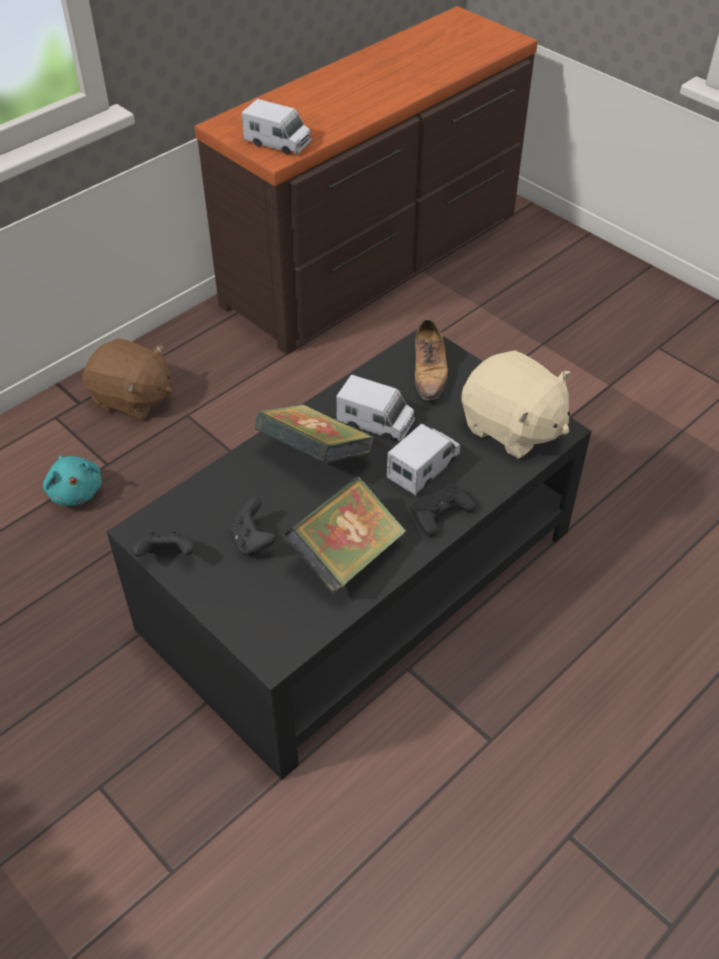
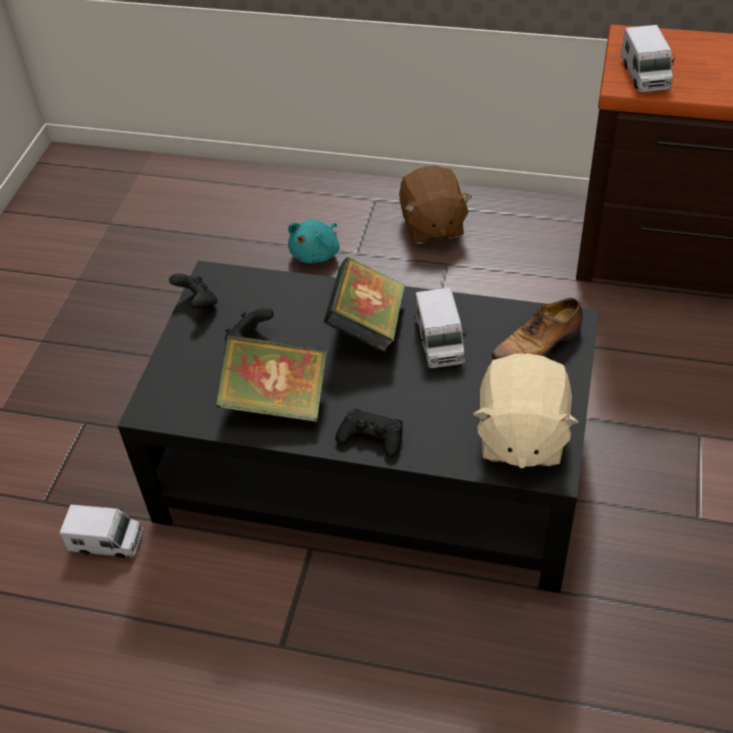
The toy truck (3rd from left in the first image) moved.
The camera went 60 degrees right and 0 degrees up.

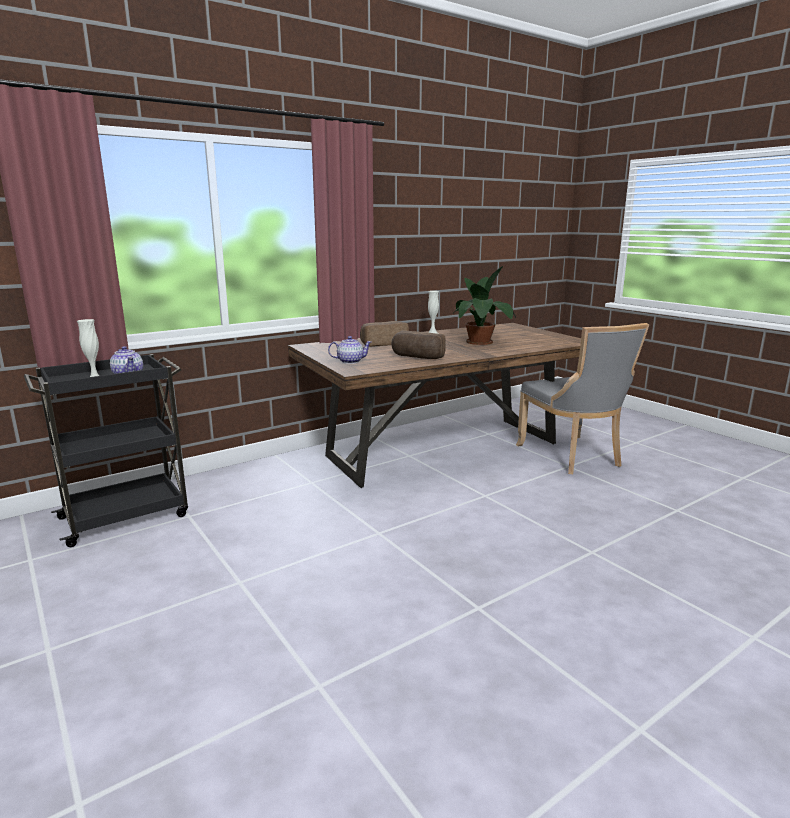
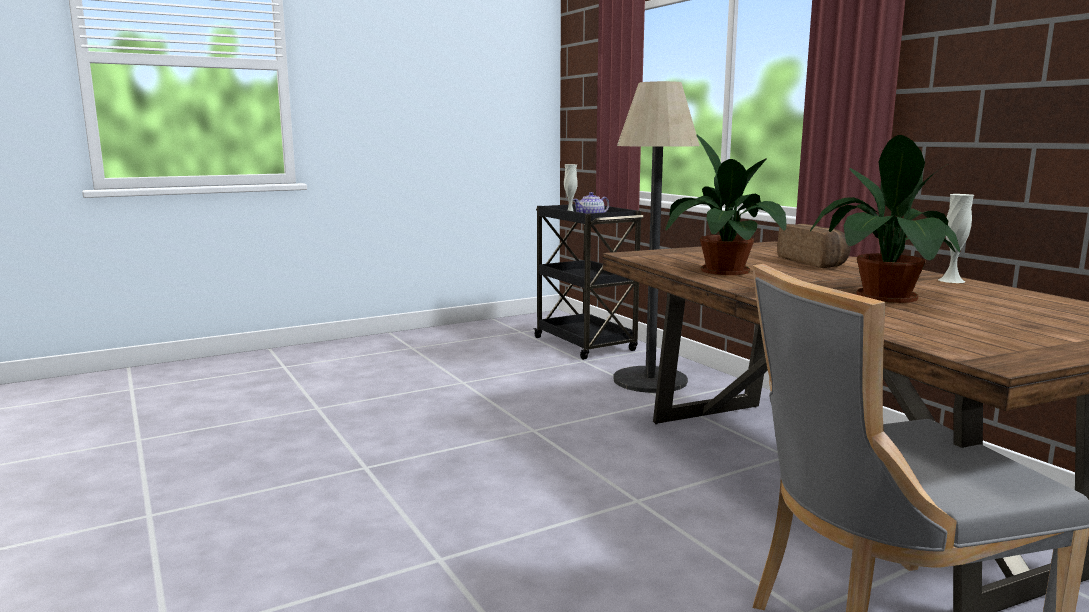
The teapot (2nd from left) disappeared.
The floor lamp appeared.
The bakery bread (2nd from left) was replaced by the potted plant (1st from left).
The camera went 95 degrees right and 5 degrees down.

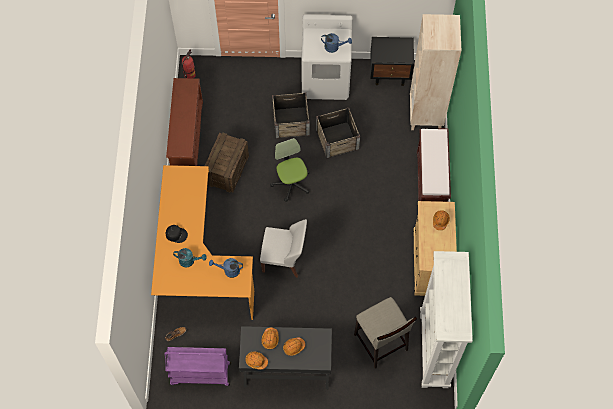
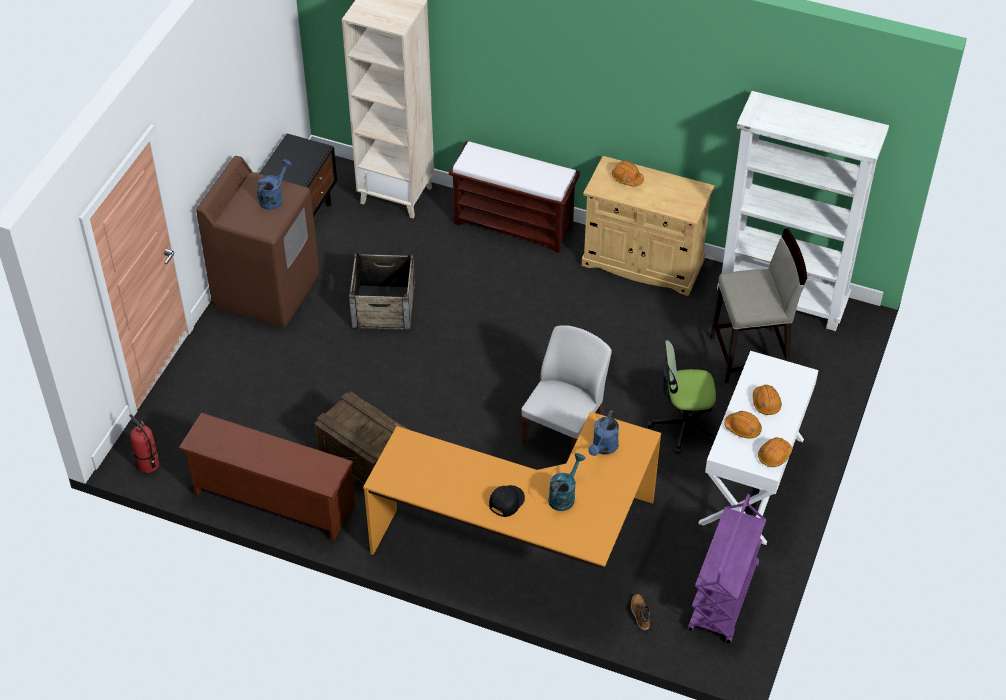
The shipping crate (2nd from left) disappeared.
The computer chair moved.
The black desk unit became the white-coloured desk unit.
The white-coloured laundry appliance became the brown-coloured laundry appliance.
The camera went 70 degrees left and 15 degrees down.

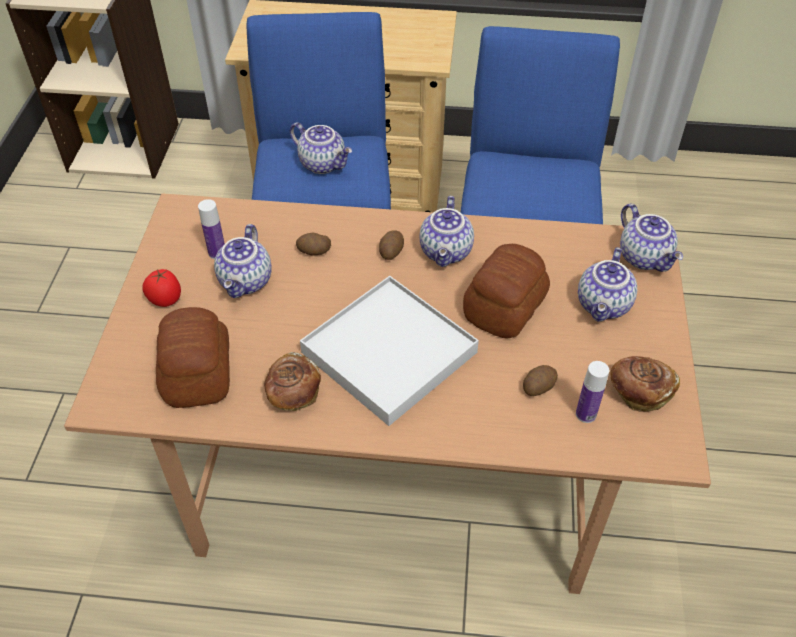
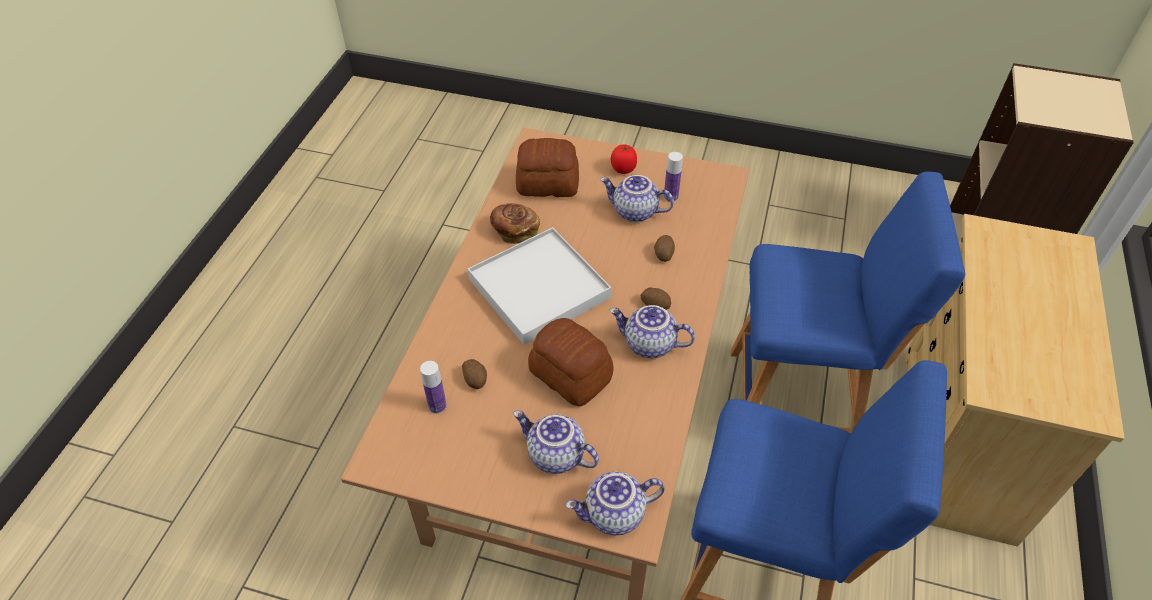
The teapot (2nd from left) disappeared.
The bakery bread (4th from left) disappeared.
The camera went 100 degrees right and 0 degrees up.

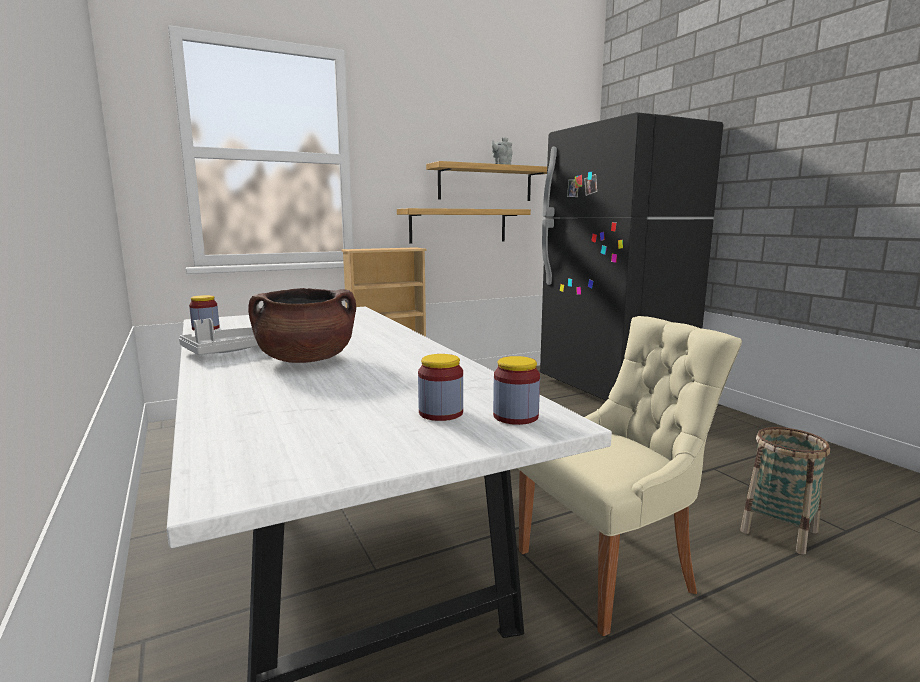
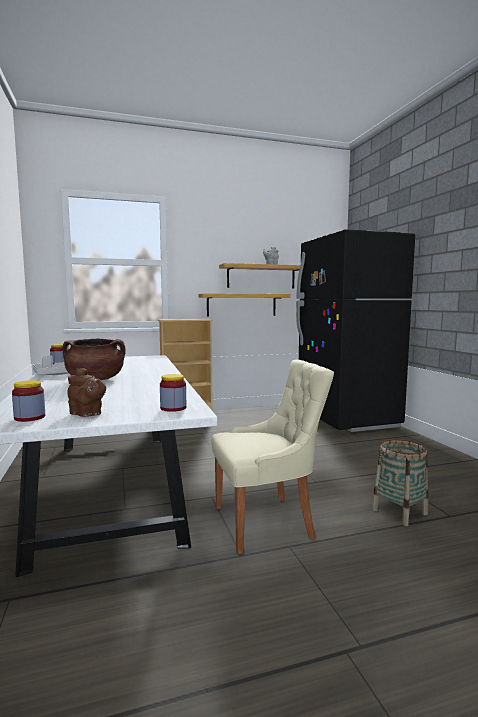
The brown-coloured teapot appeared.
The preserve jar (2nd from left in the first image) moved.
The camera went 10 degrees right and 5 degrees down.

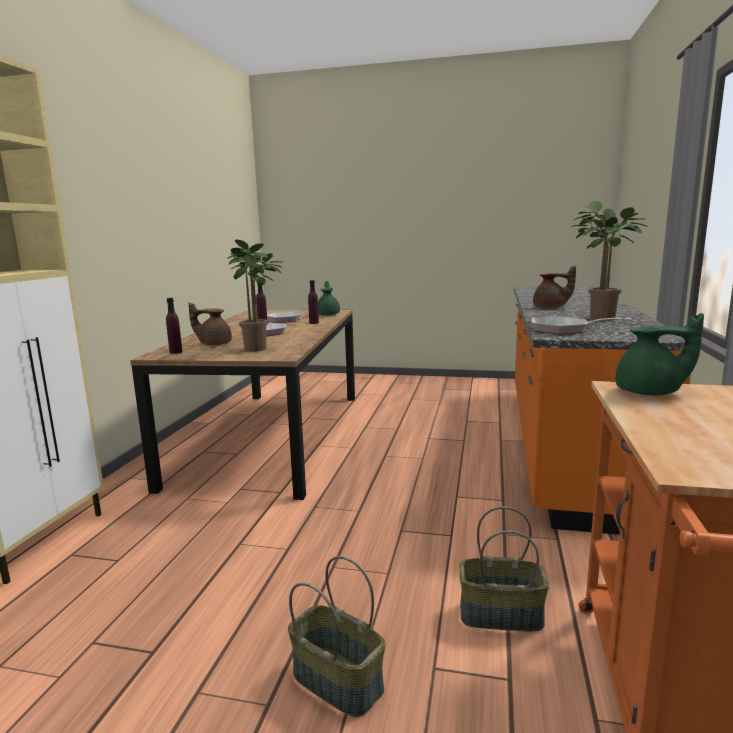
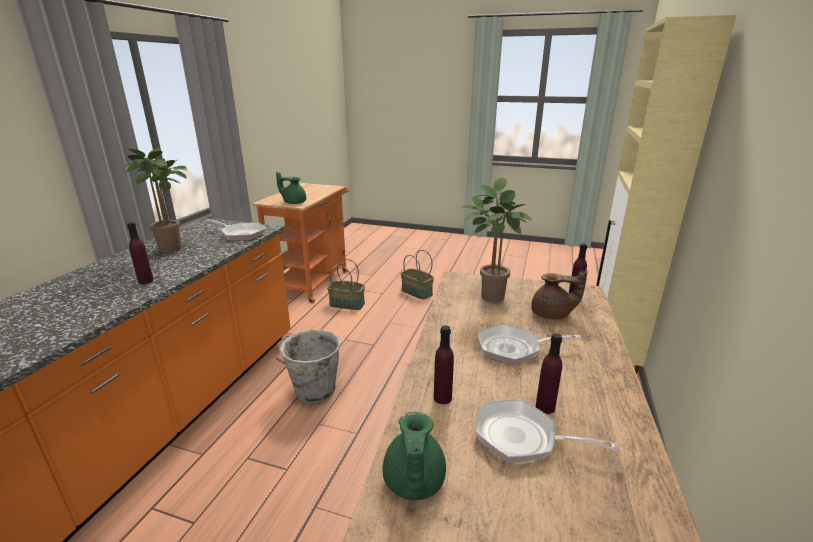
The grey pail appeared.
The brown-coloured teapot (2nd from left) was replaced by the purple bottle (1st from left).
The camera went 175 degrees left and 10 degrees up.

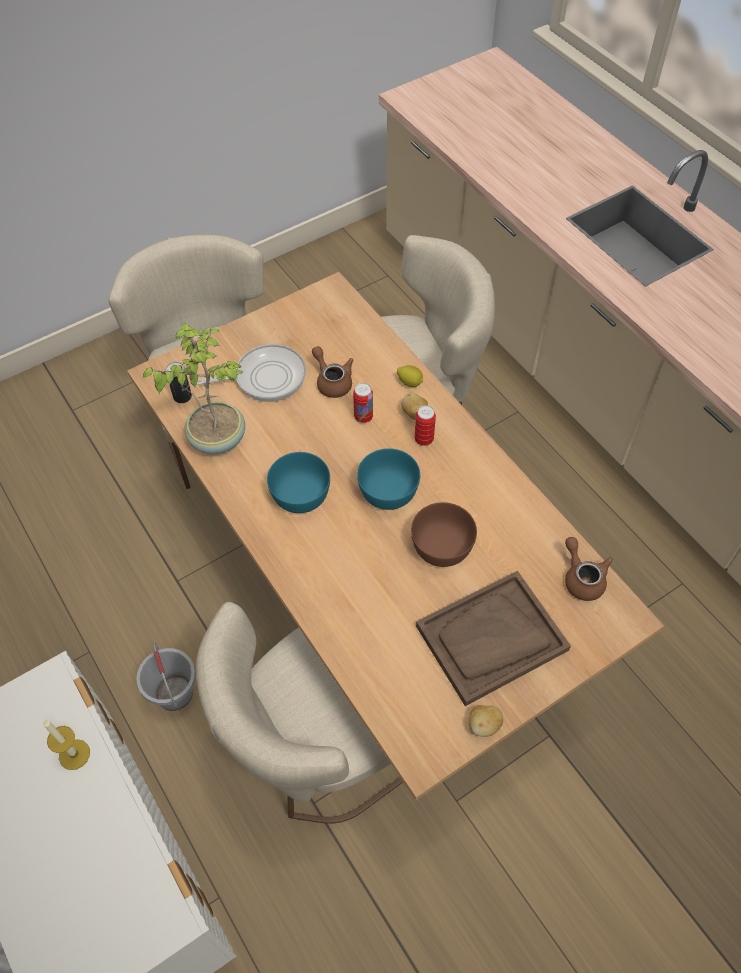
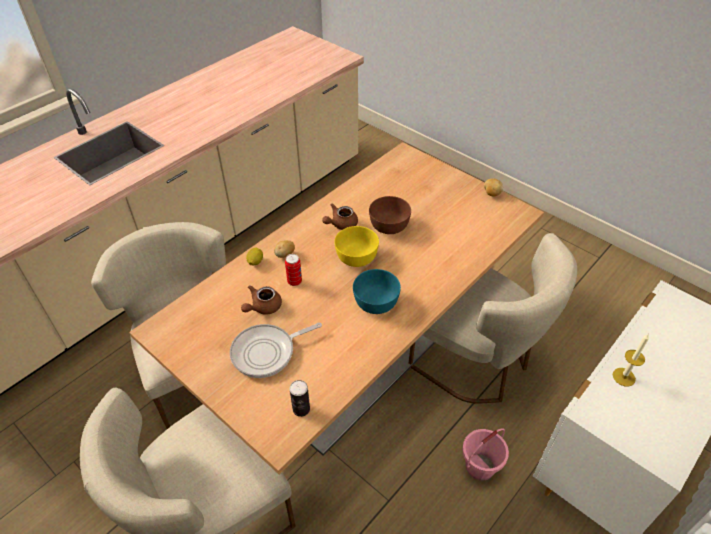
The potted plant disappeared.
The metal can (3rd from left) disappeared.
The brown-coloured carrying tray disappeared.
The brown-coloured teapot (2nd from left) moved.
The grey pail became the pink pail.
The turquoise-coloured bowl (2nd from left) became the yellow bowl.
The pan turned 90 degrees counterclockwise.
The camera went 105 degrees left and 10 degrees down.

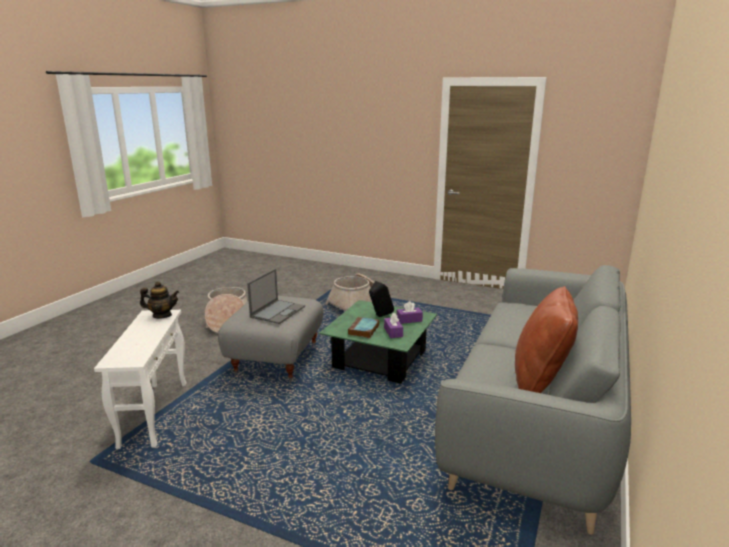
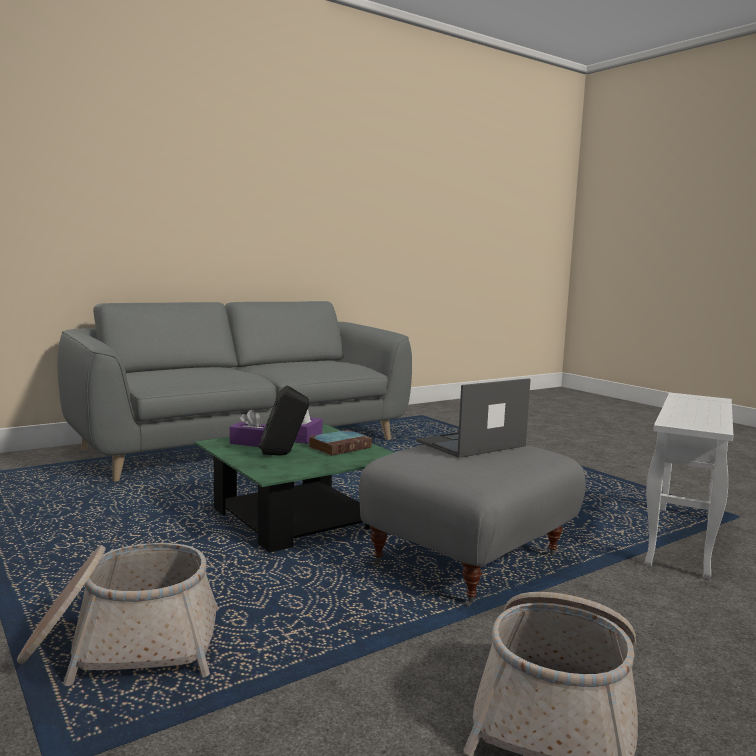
The teapot disappeared.
The brown-coloured cushion disappeared.
The camera went 150 degrees left and 10 degrees down.

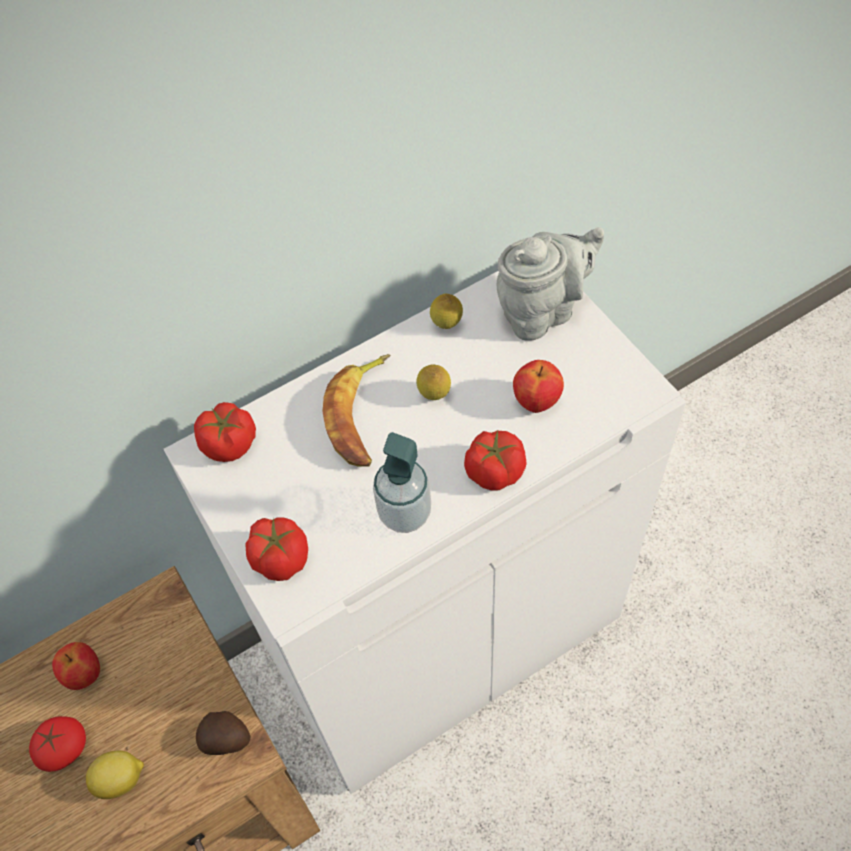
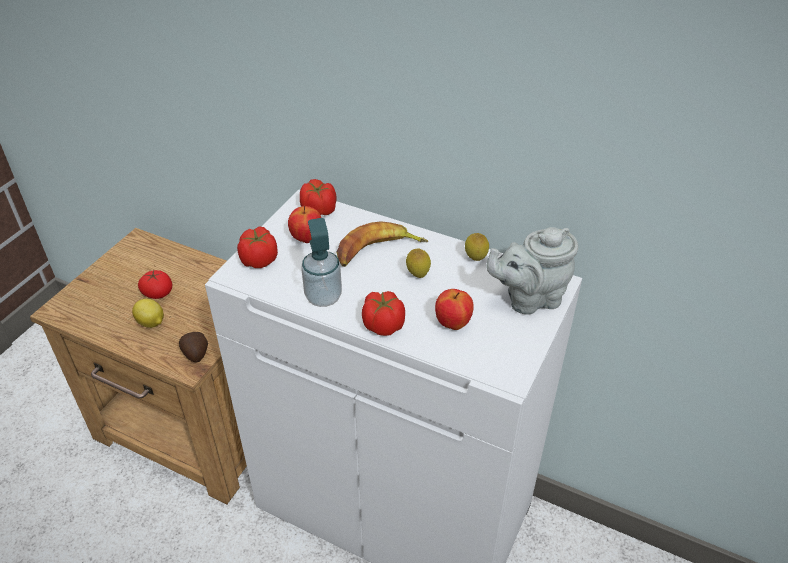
The whole apple (1st from left) moved.
The grey teapot turned 135 degrees clockwise.
The camera went 55 degrees right and 15 degrees down.

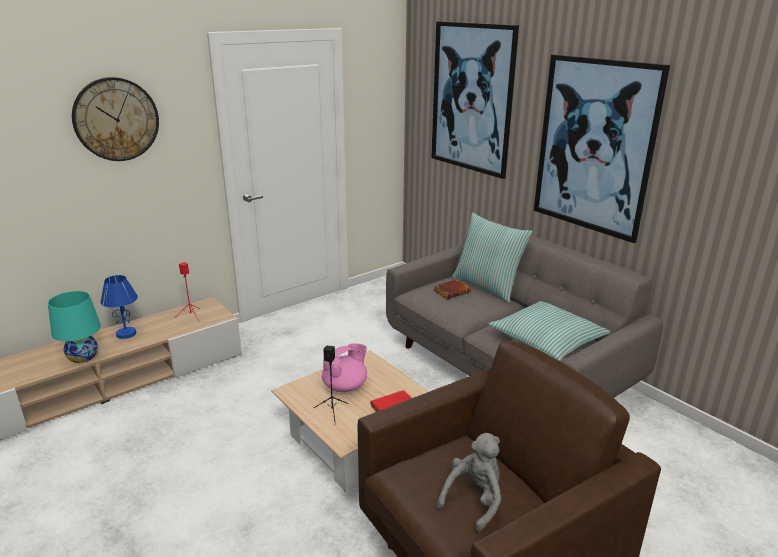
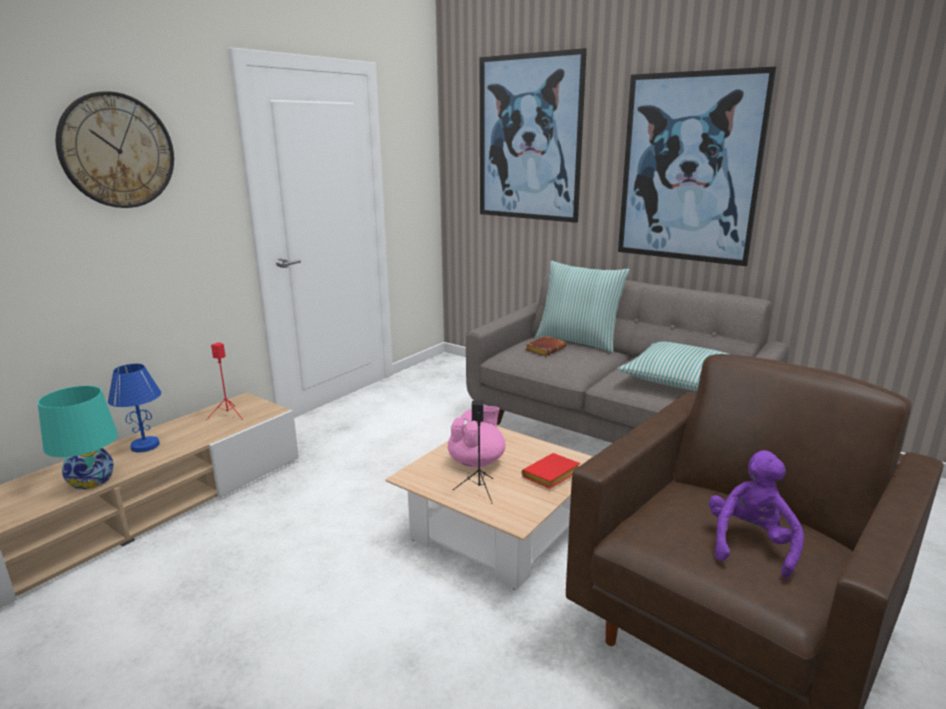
The grey cuddly toy became the purple cuddly toy.
The camera went 15 degrees left and 5 degrees down.

